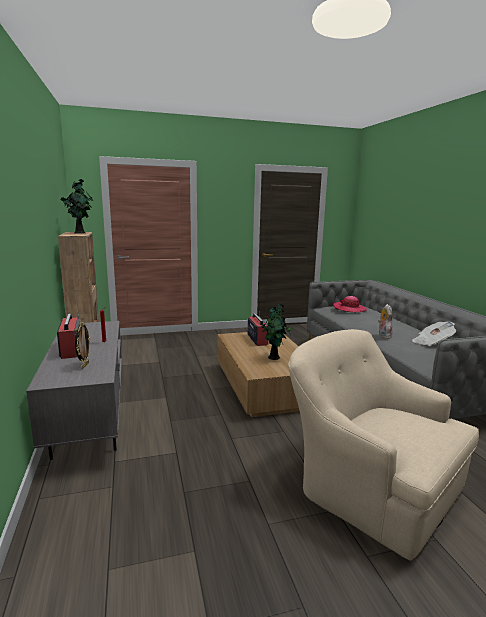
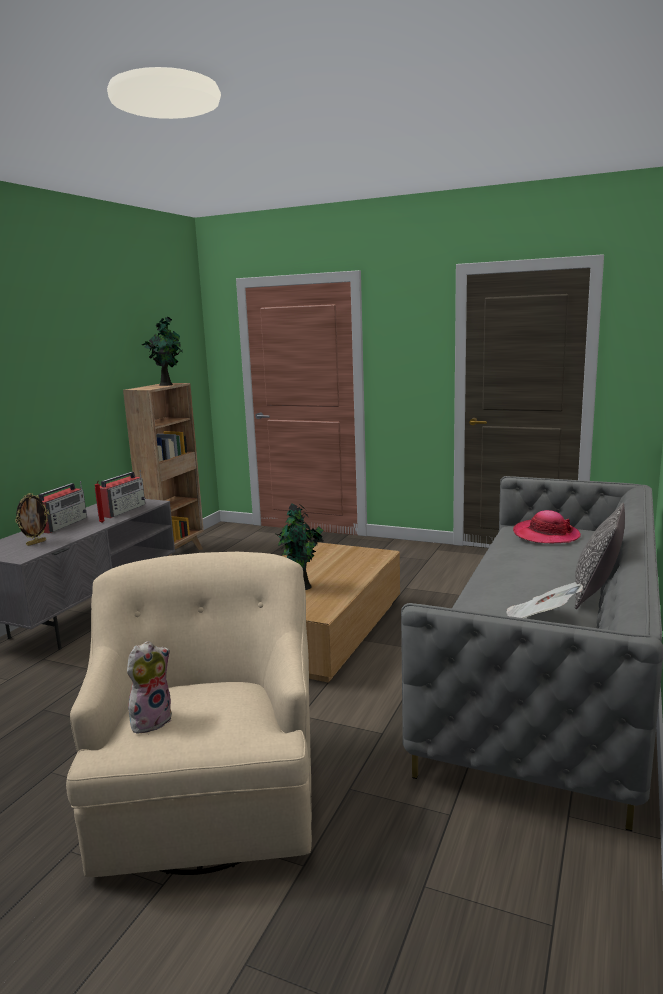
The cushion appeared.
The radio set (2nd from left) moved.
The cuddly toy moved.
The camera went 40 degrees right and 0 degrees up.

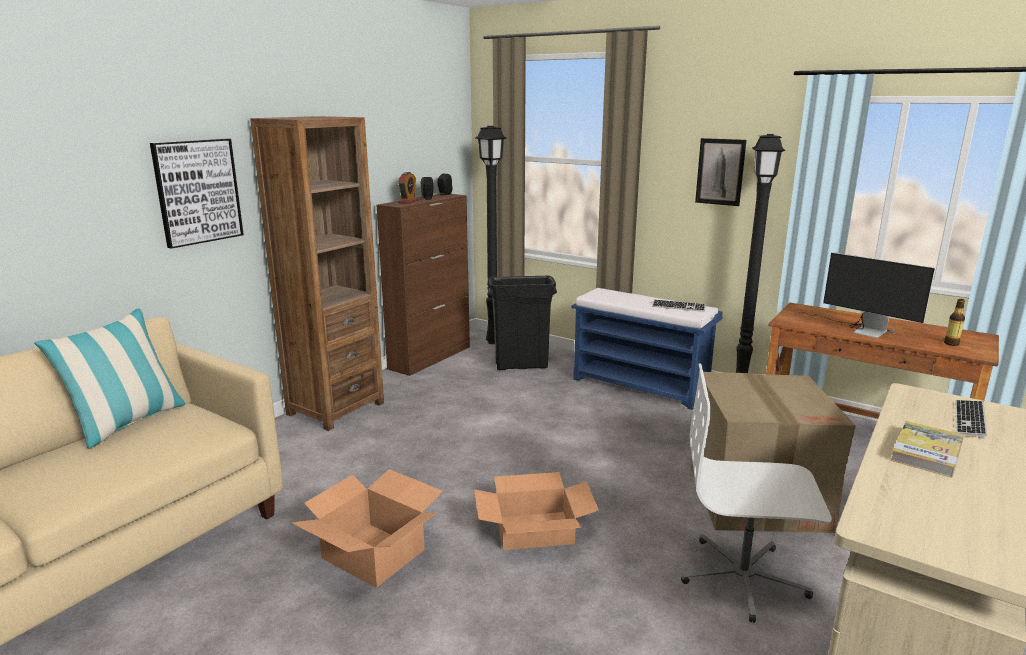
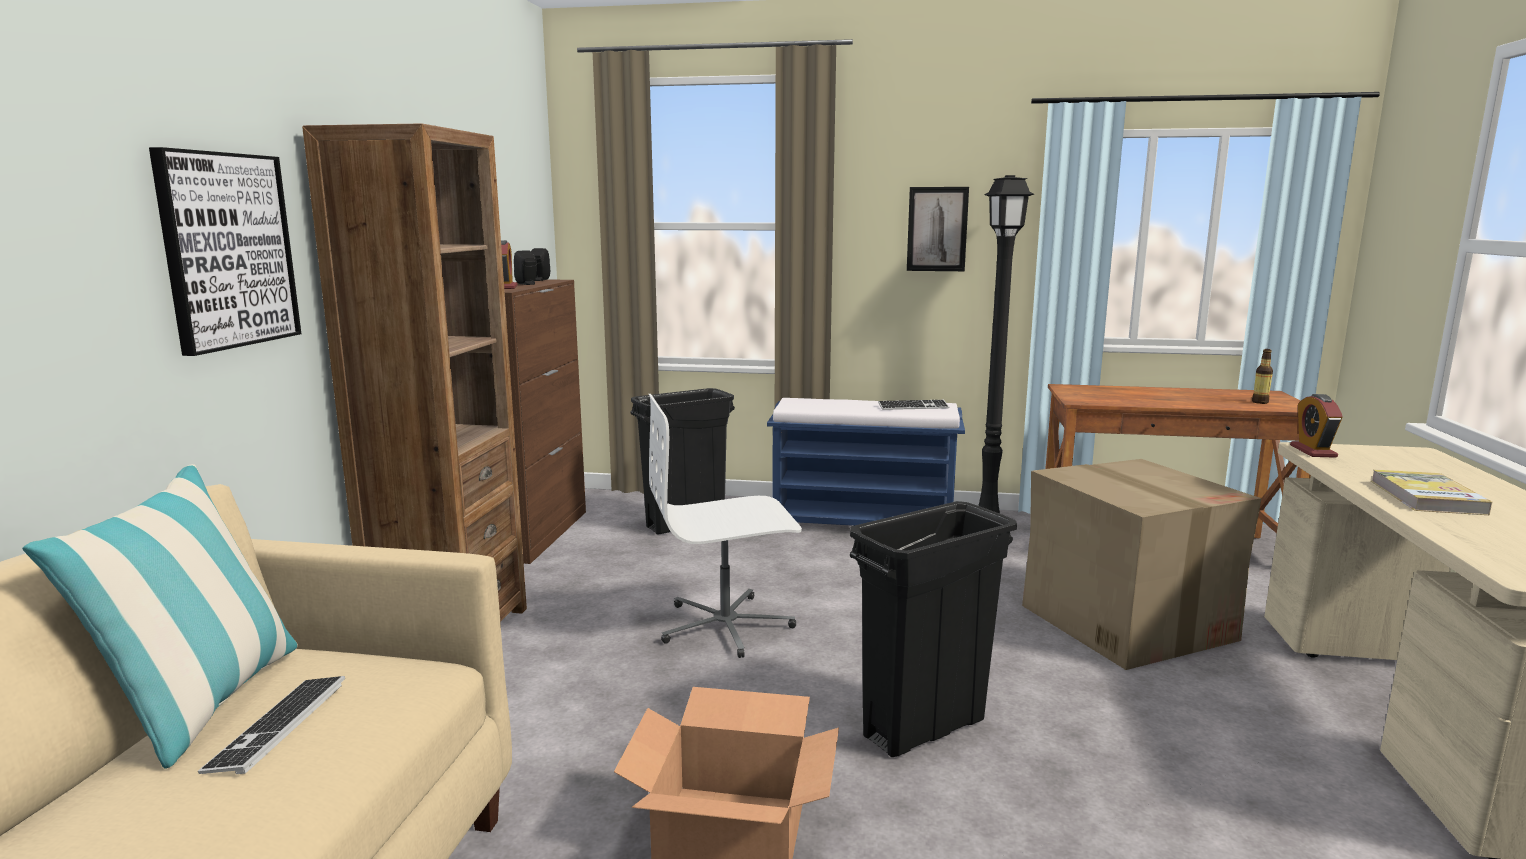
The black floor lamp (1st from left) disappeared.
The monitor disappeared.
The table clock (2nd from left) appeared.
The white-coloured computer chair moved.
The computer keyboard (2nd from left in the first image) moved.
The packing box (2nd from left) was replaced by the black trash can (2nd from left).
The camera went 25 degrees left and 5 degrees down.

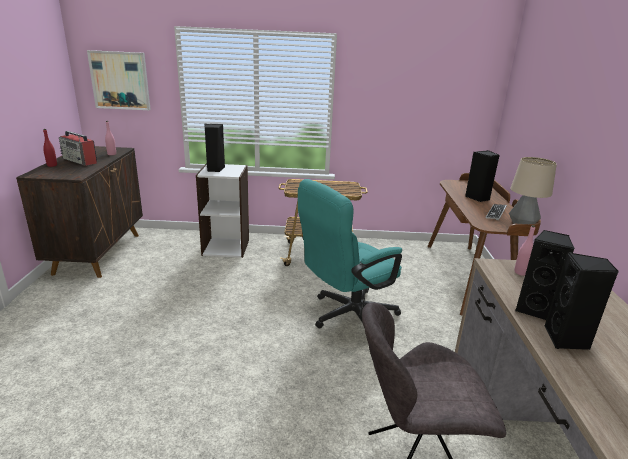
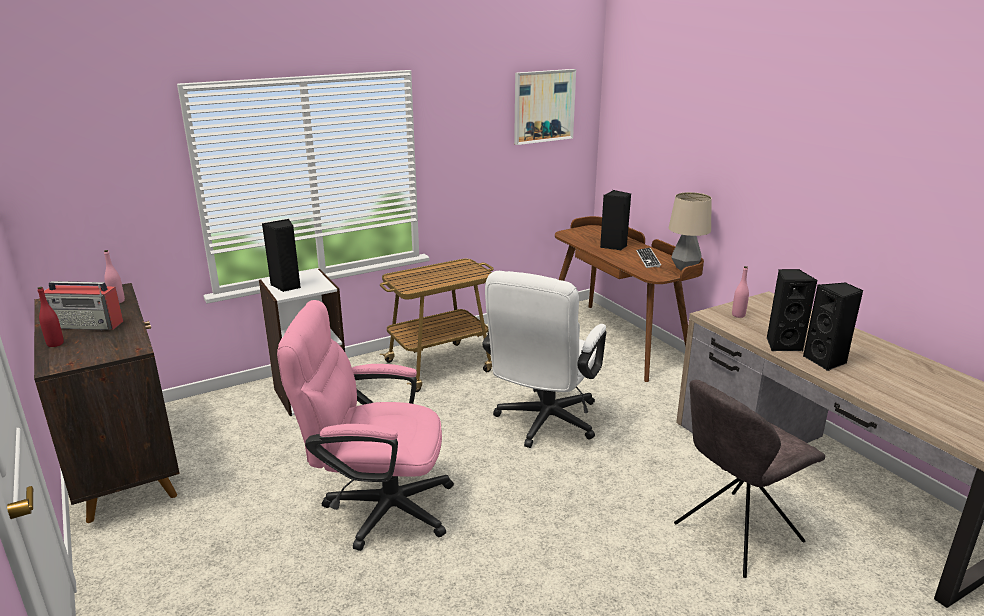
The pink computer chair appeared.
The picture moved.
The turquoise-coloured computer chair became the white-coloured computer chair.
The camera went 30 degrees left and 0 degrees up.

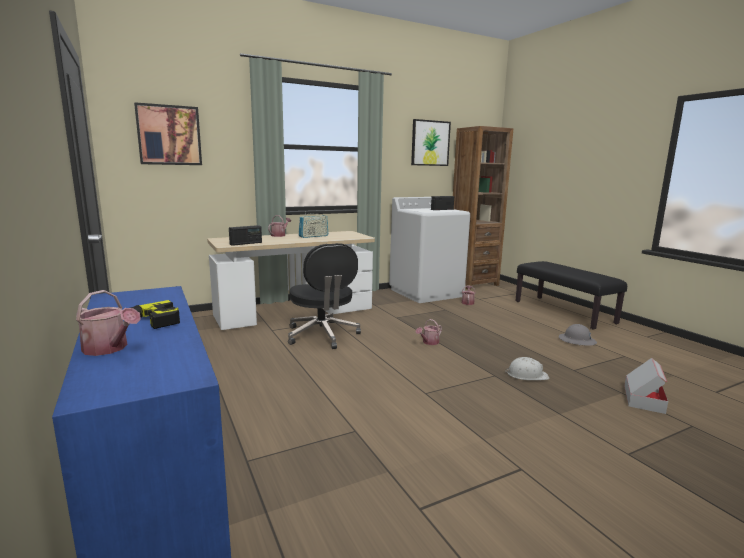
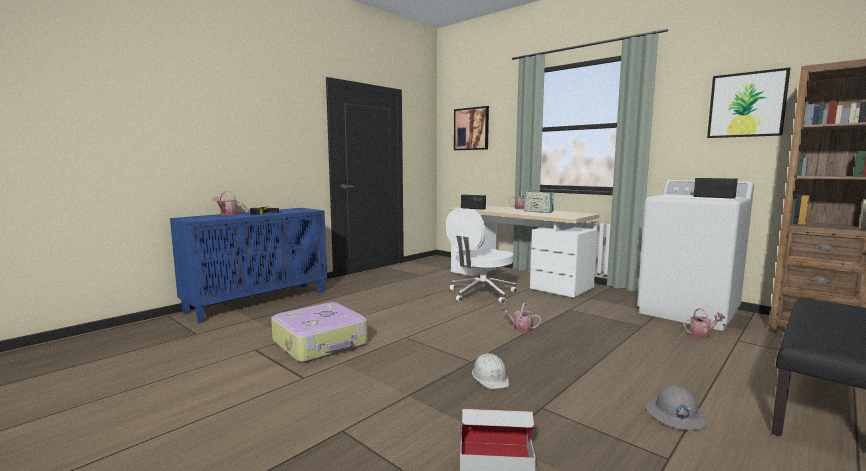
The travel case appeared.
The black computer chair became the white-coloured computer chair.
The camera went 70 degrees right and 5 degrees down.

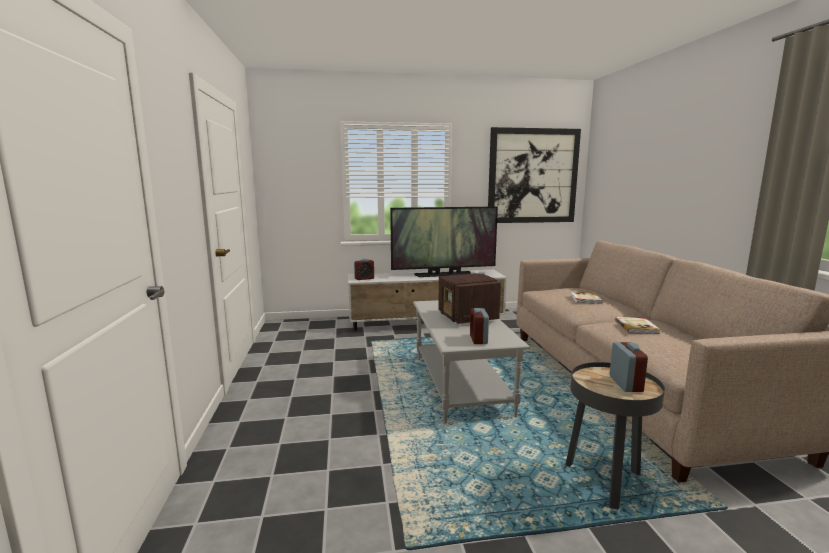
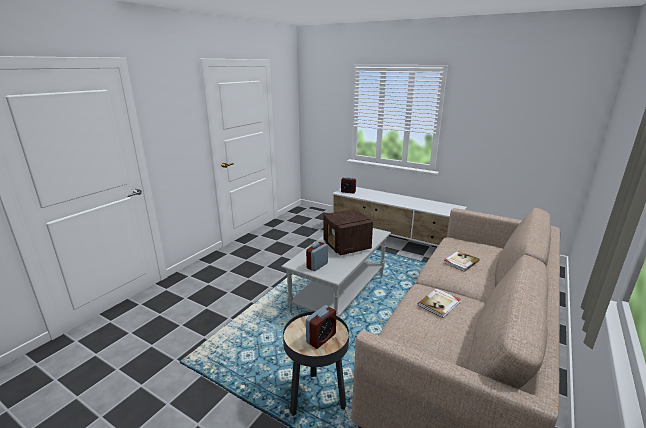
The television disappeared.
The picture disappeared.
The radio set turned 45 degrees counterclockwise.
The camera went 40 degrees right and 10 degrees up.

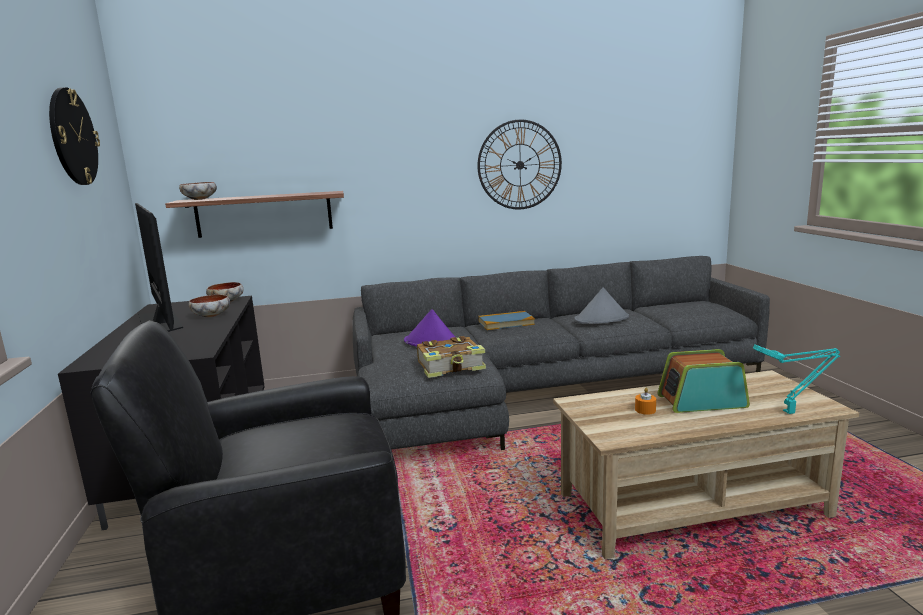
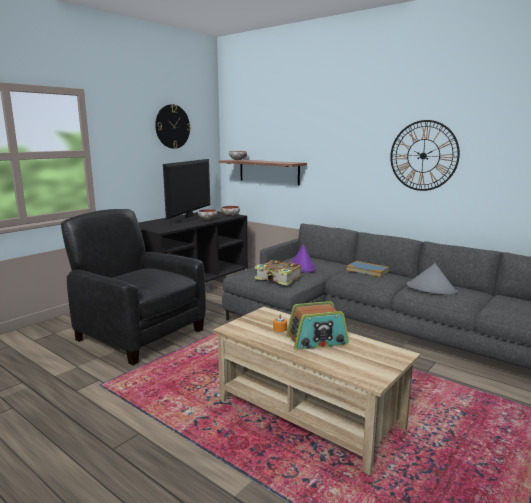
The turquoise-coloured tabletop lamp disappeared.
The radio set turned 120 degrees clockwise.
The camera went 50 degrees right and 0 degrees up.

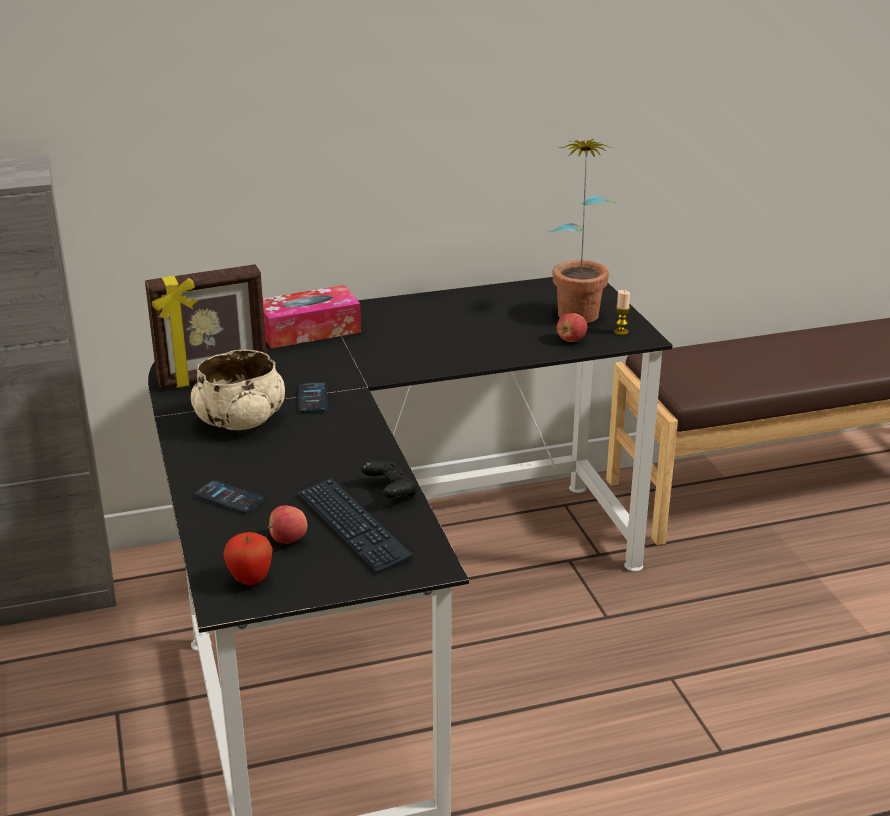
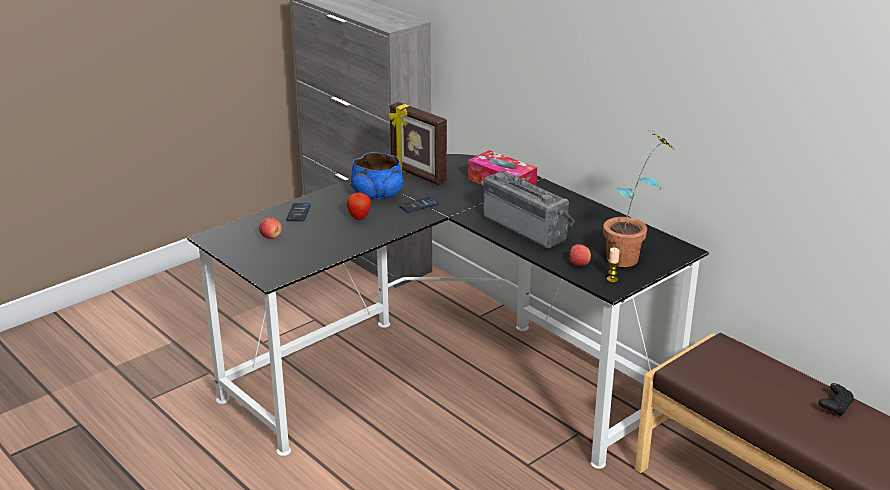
The computer keyboard disappeared.
The radio set appeared.
The whole apple (1st from left in the first image) moved.
The black joypad moved.
The beige bowl became the blue bowl.
The camera went 65 degrees right and 0 degrees up.

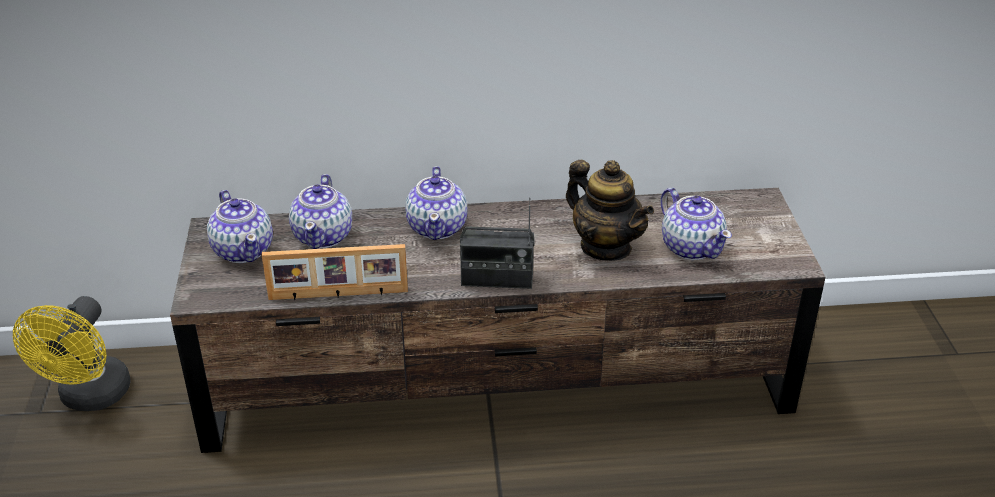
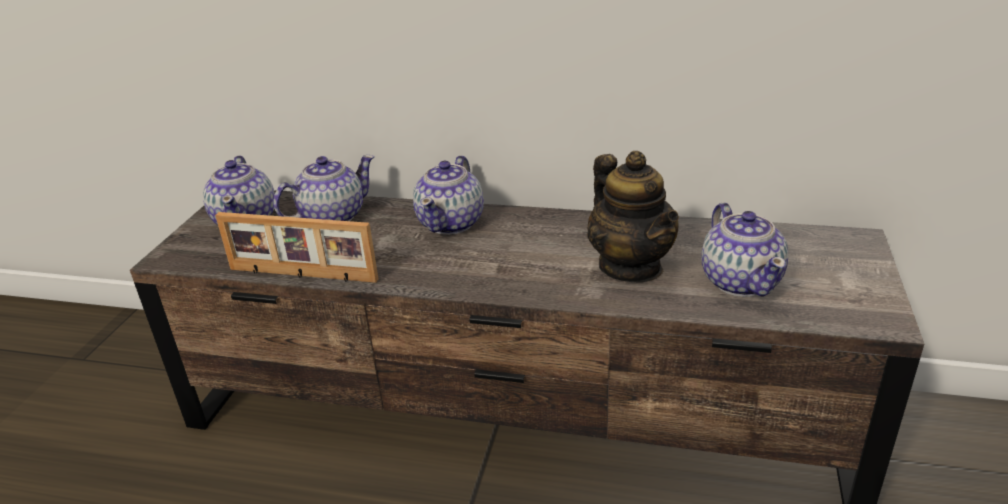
The yellow cooling fan disappeared.
The radio set disappeared.
The teapot (2nd from left) turned 150 degrees counterclockwise.
The camera went 20 degrees right and 5 degrees down.

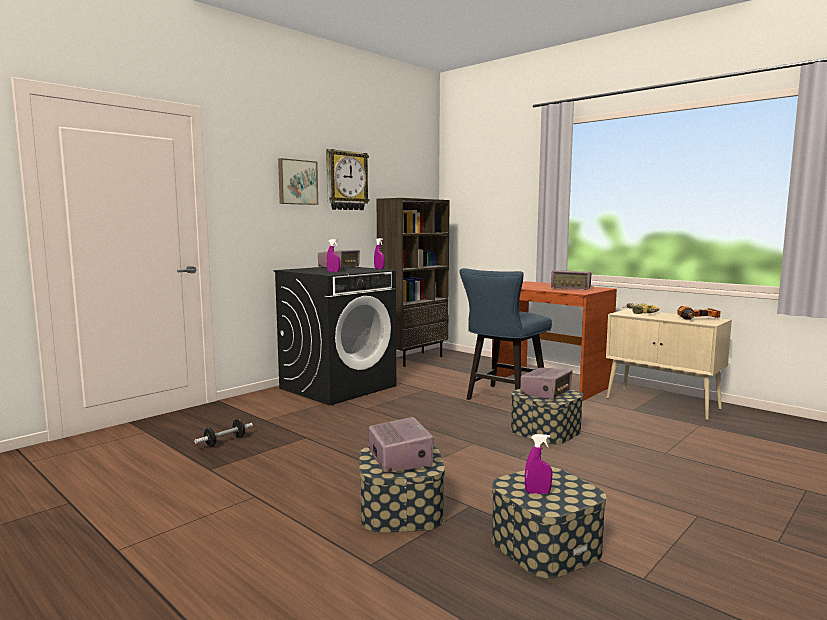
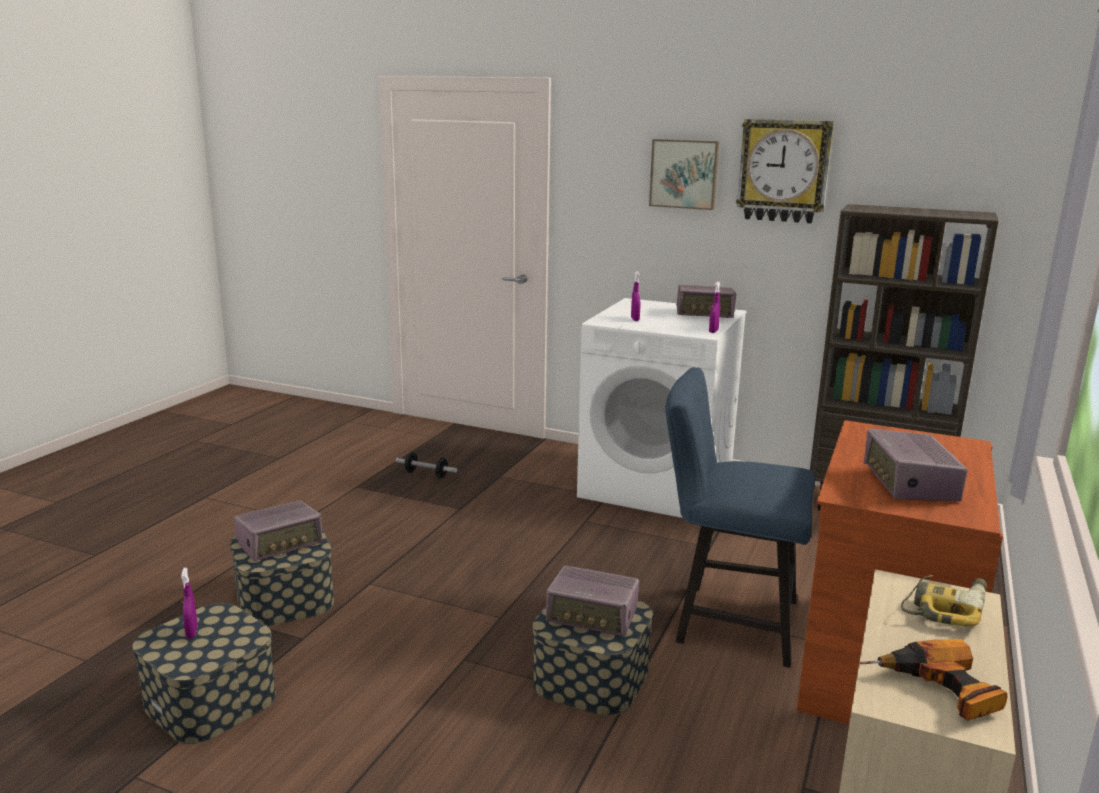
The black laundry appliance became the white-coloured laundry appliance.
The camera went 70 degrees right and 10 degrees up.

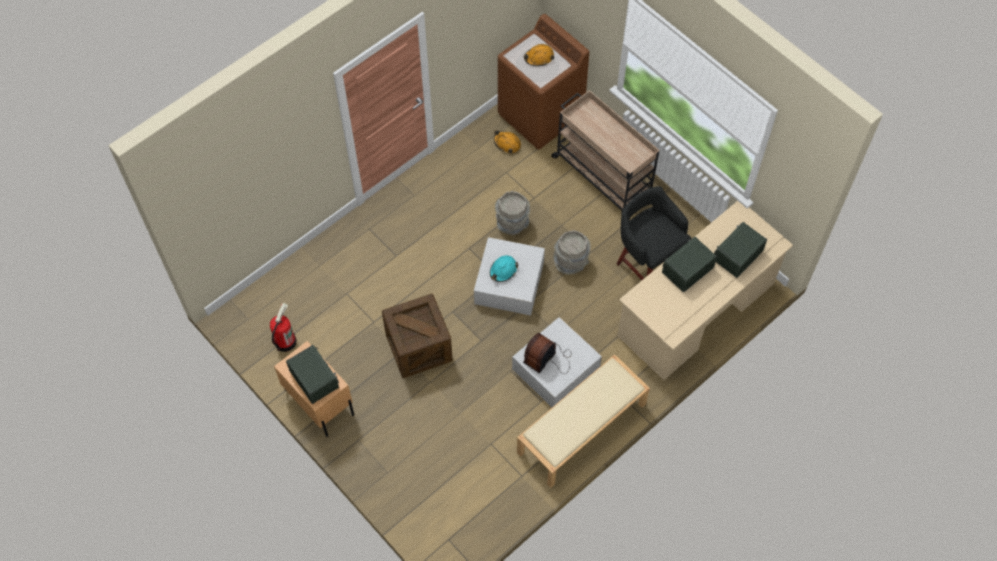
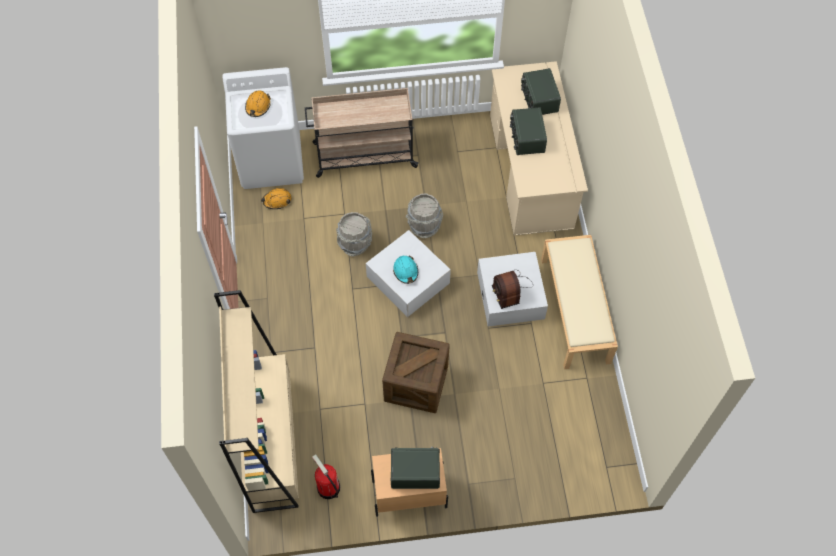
The black sitting stool disappeared.
The beige bookshelf appeared.
The brown-coloured laundry appliance became the white-coloured laundry appliance.
The camera went 55 degrees left and 0 degrees up.

